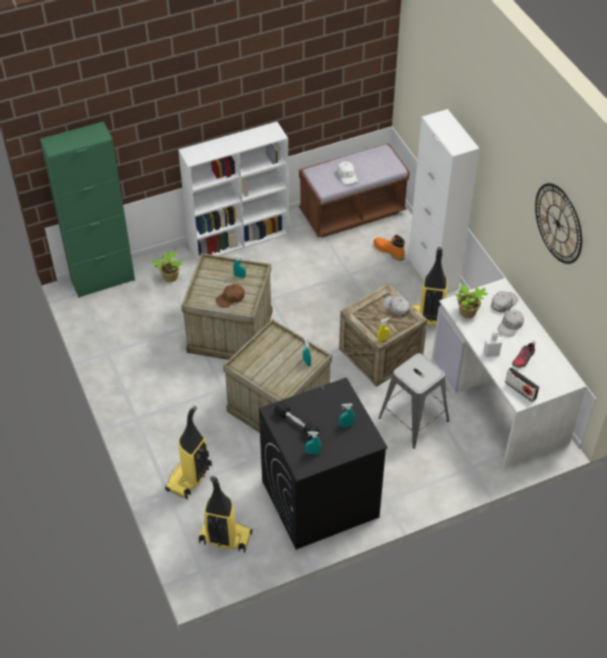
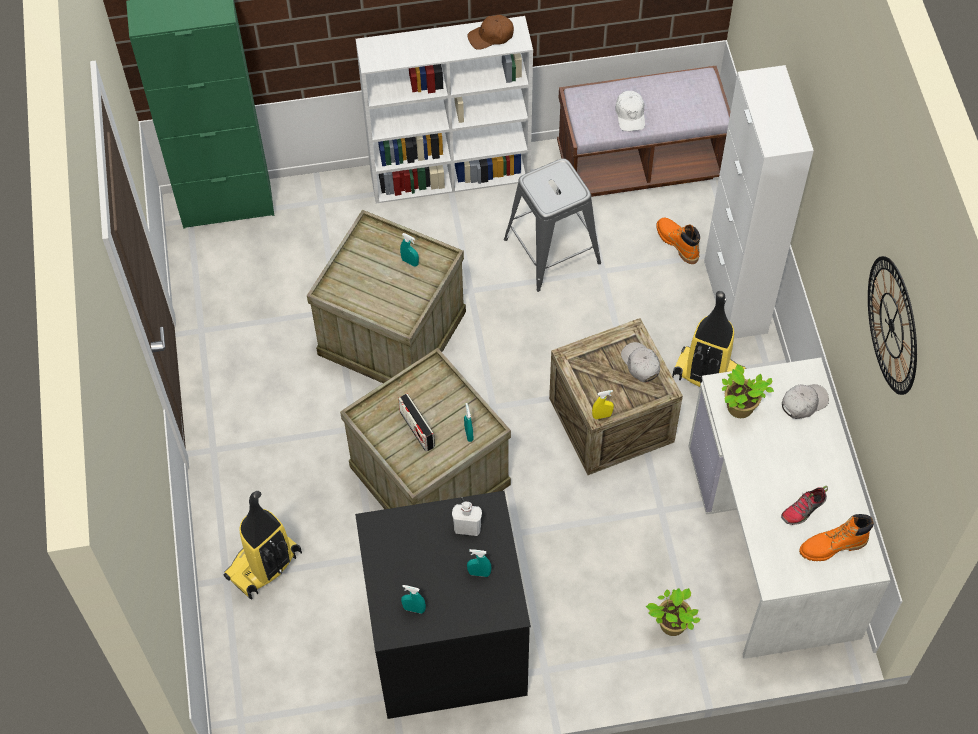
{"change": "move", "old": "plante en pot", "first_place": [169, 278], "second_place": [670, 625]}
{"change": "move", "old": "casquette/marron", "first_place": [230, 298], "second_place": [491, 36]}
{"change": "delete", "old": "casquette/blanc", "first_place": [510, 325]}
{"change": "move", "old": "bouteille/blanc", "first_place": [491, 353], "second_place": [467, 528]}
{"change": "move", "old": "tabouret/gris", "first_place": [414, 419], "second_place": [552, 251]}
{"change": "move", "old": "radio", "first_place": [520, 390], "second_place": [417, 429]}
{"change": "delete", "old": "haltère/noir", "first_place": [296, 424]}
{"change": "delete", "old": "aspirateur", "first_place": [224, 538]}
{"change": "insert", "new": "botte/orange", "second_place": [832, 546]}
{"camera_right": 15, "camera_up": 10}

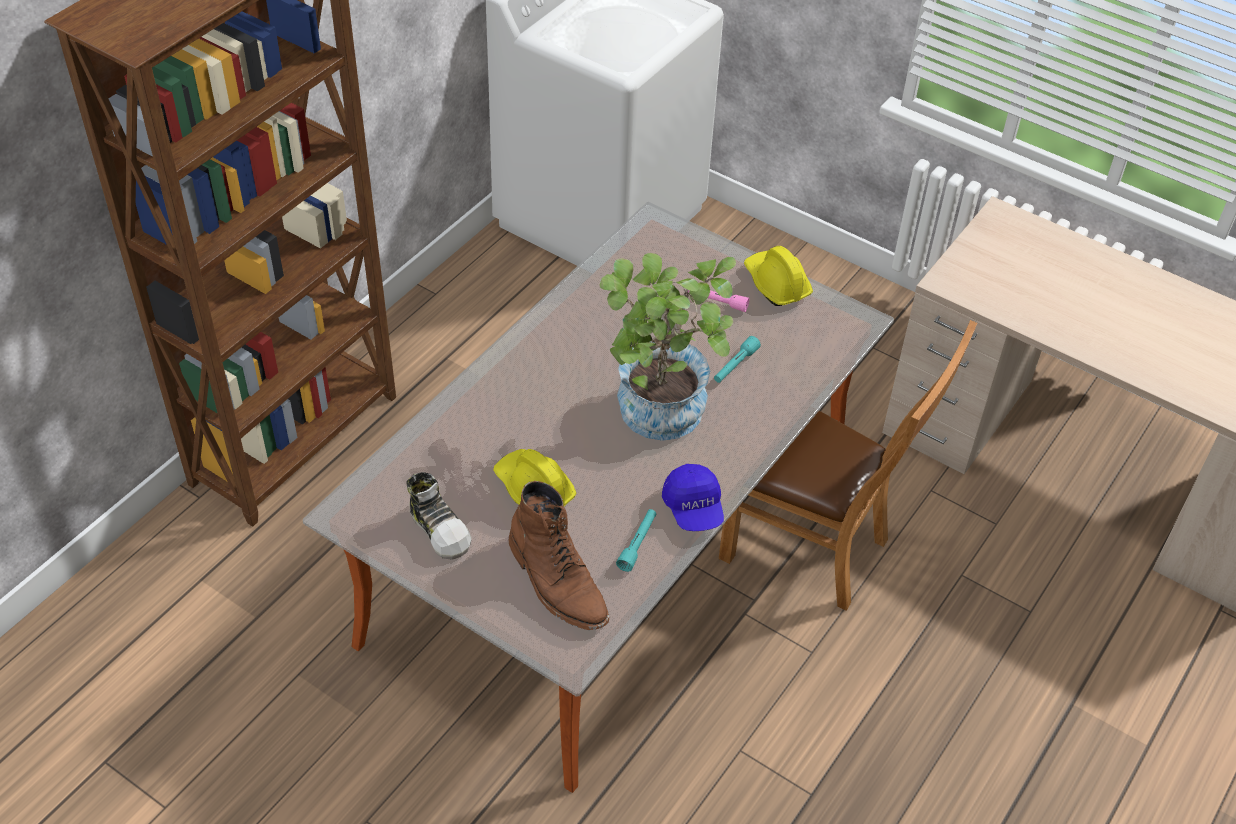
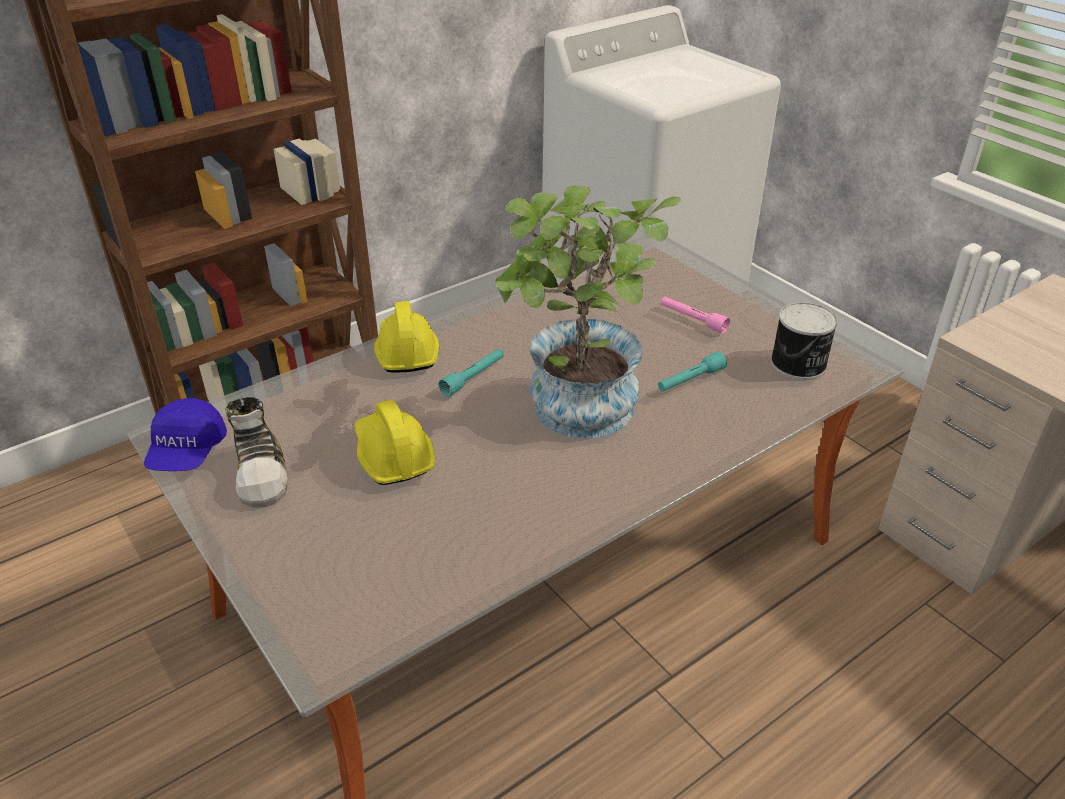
{"change": "move", "old": "casque de chantier/jaune", "first_place": [776, 284], "second_place": [406, 351]}
{"change": "delete", "old": "chaise/marron", "first_place": [814, 550]}
{"change": "move", "old": "casquette/bleu", "first_place": [693, 508], "second_place": [187, 452]}
{"change": "delete", "old": "botte/marron", "first_place": [557, 581]}
{"change": "move", "old": "lampe de poche/turquoise", "first_place": [638, 544], "second_place": [473, 377]}
{"change": "insert", "new": "boîte métallique", "second_place": [799, 364]}
{"camera_right": 20, "camera_up": -10}

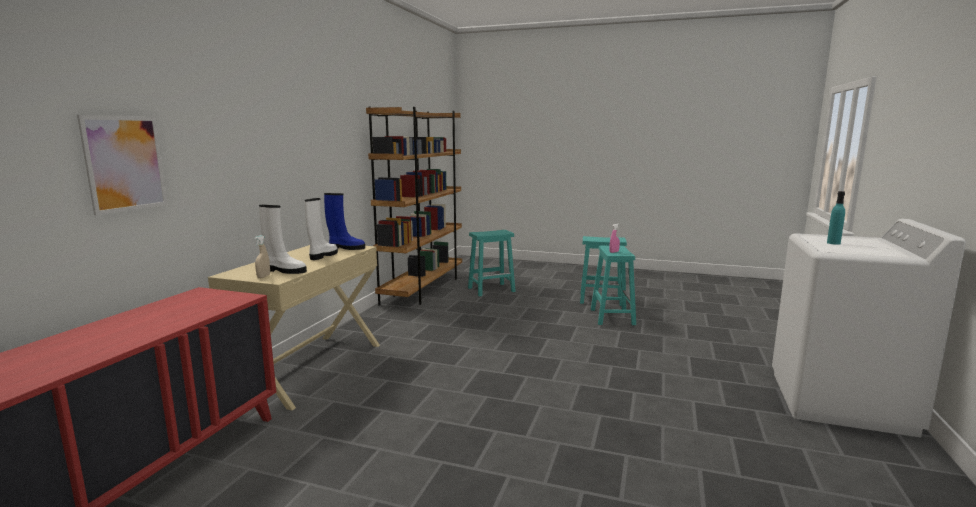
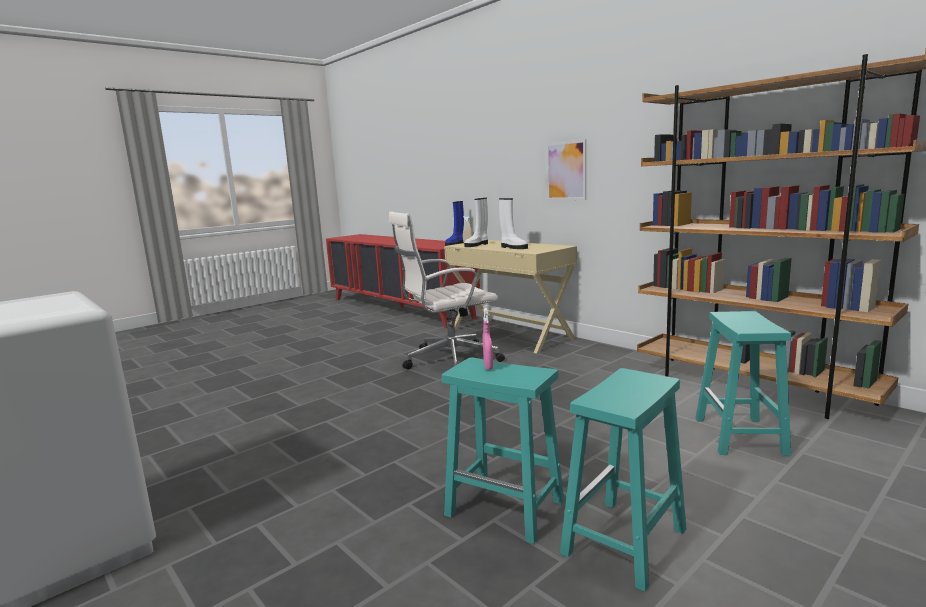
{"change": "move", "old": "tableau", "first_place": [125, 163], "second_place": [566, 171]}
{"change": "delete", "old": "bouteille/turquoise", "first_place": [833, 243]}
{"change": "move", "old": "botte/bleu", "first_place": [346, 248], "second_place": [455, 244]}
{"change": "insert", "new": "chaise de bureau/blanc", "second_place": [449, 360]}
{"camera_right": 120, "camera_up": 0}

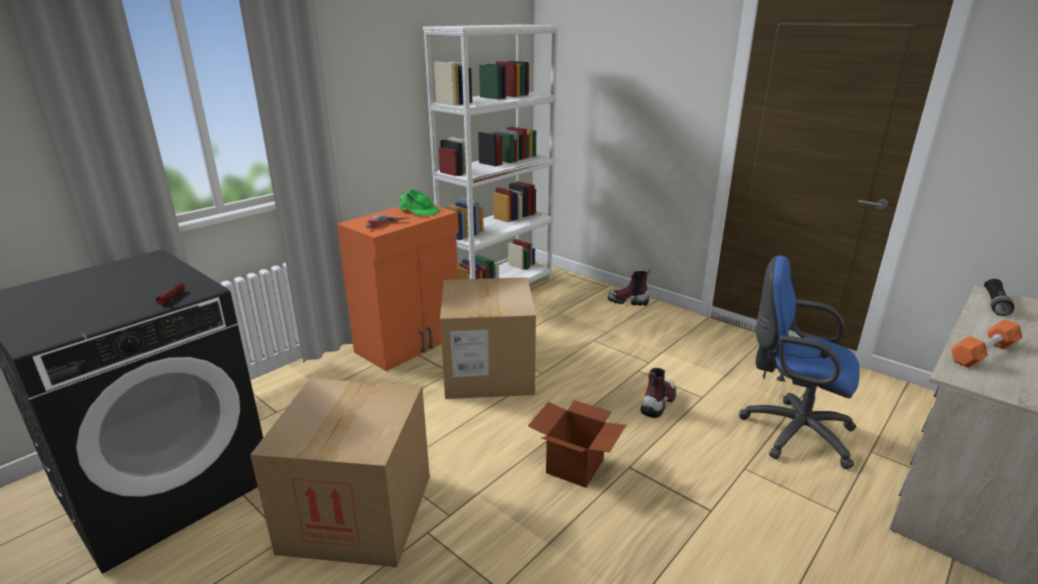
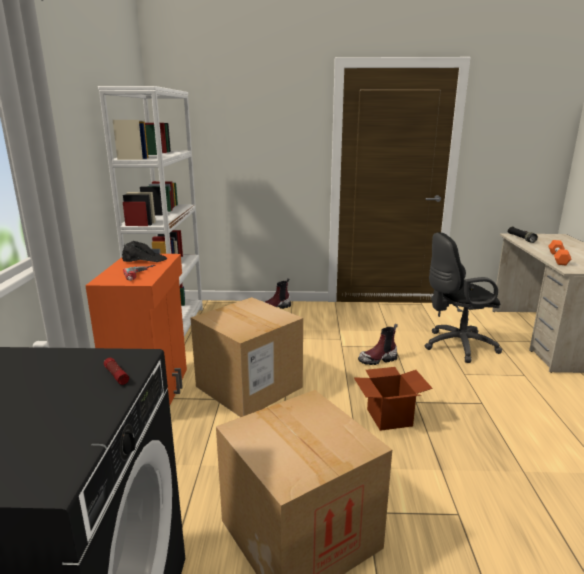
{"change": "recolor", "old": "casquette/vert", "new": "casquette/noir", "first_place": [419, 210], "second_place": [144, 259]}
{"change": "recolor", "old": "chaise de bureau/bleu", "new": "chaise de bureau/noir", "first_place": [791, 431], "second_place": [456, 346]}
{"change": "rotate", "old": "botte", "first_place": [657, 402], "second_place": [378, 359], "degrees": -105}
{"camera_right": -40, "camera_up": -5}

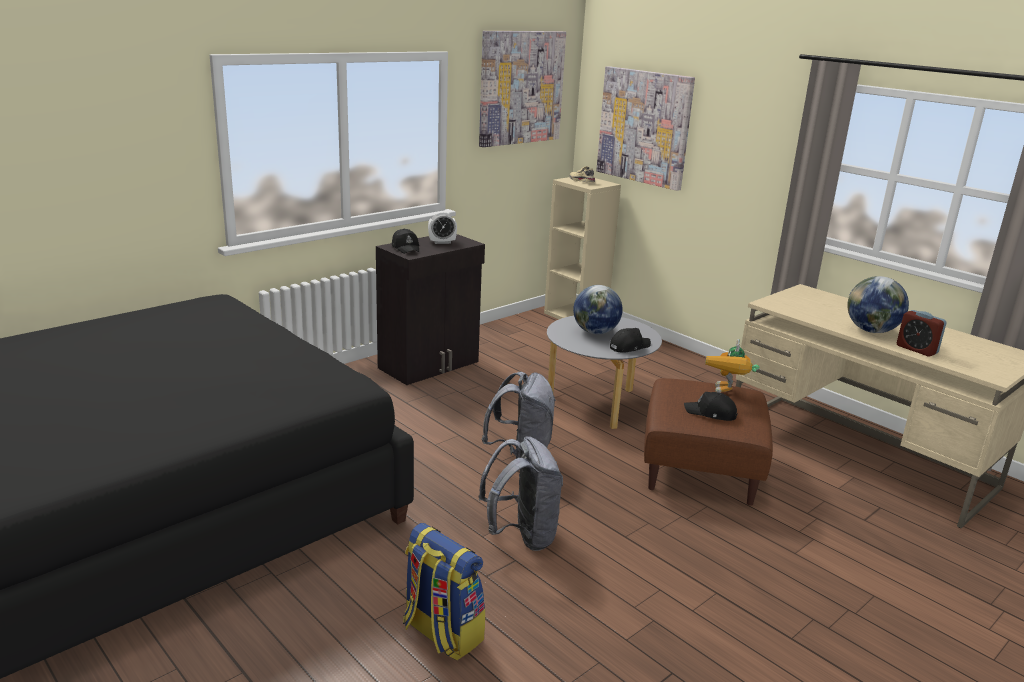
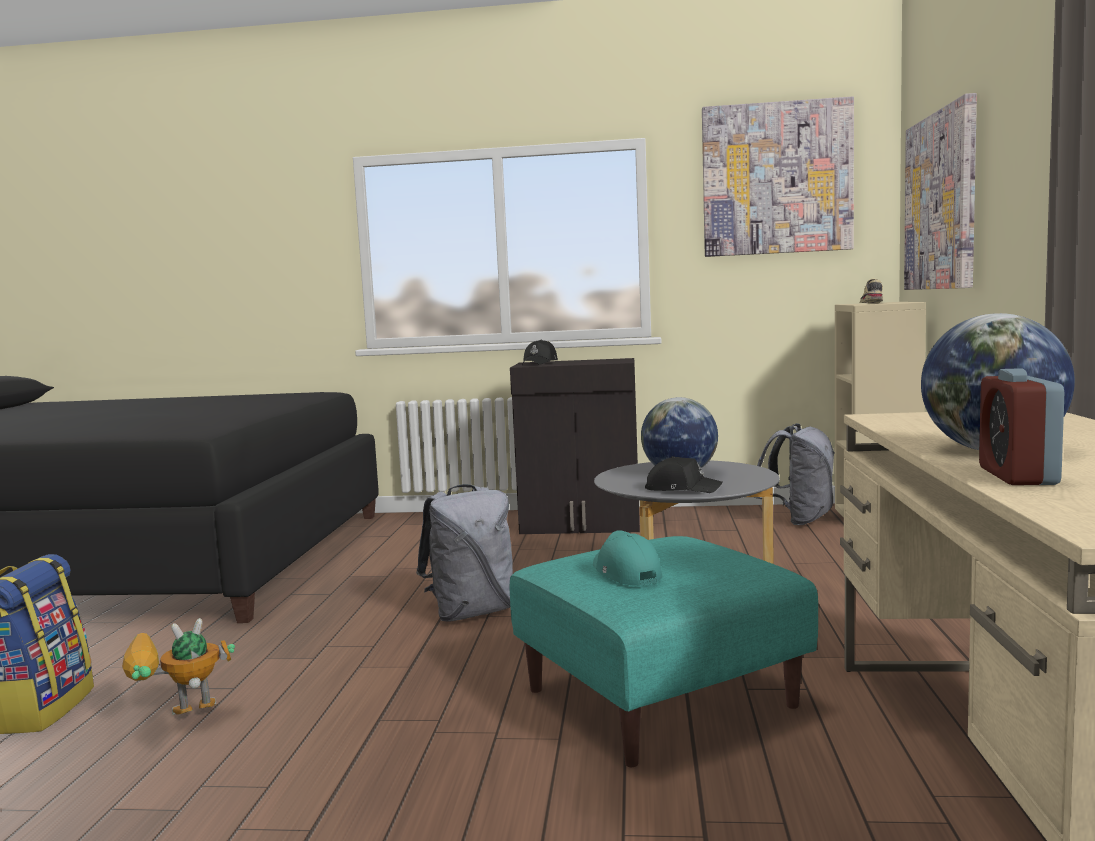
{"change": "delete", "old": "réveil", "first_place": [442, 242]}
{"change": "move", "old": "robot jouet", "first_place": [727, 394], "second_place": [177, 721]}
{"change": "recolor", "old": "pouf/marron", "new": "pouf/turquoise", "first_place": [701, 469], "second_place": [660, 699]}
{"change": "recolor", "old": "casquette/noir", "new": "casquette/turquoise", "first_place": [711, 413], "second_place": [625, 573]}
{"change": "move", "old": "sac à dos/gris", "first_place": [522, 536], "second_place": [798, 520]}
{"camera_right": 50, "camera_up": -15}

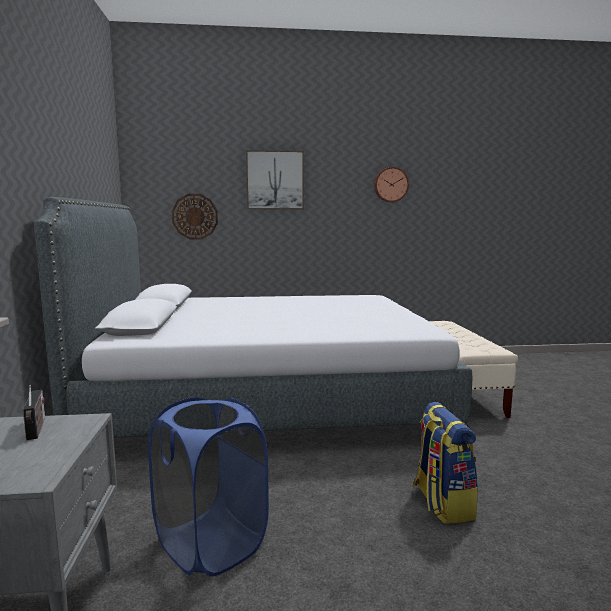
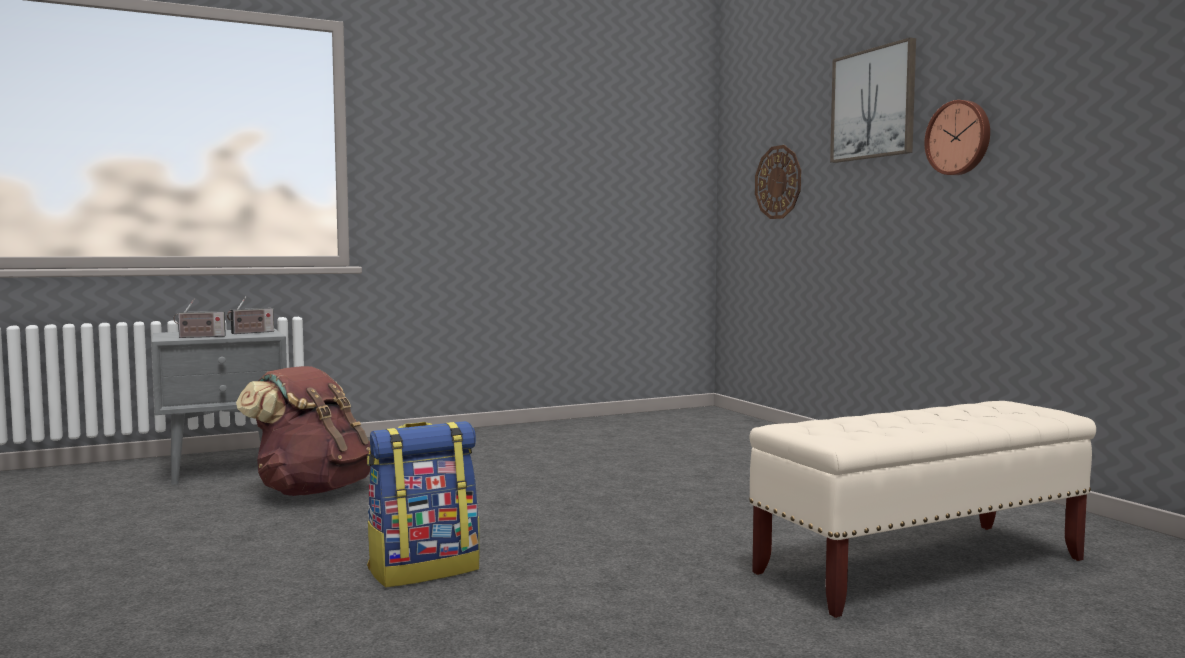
{"change": "move", "old": "horloge murale", "first_place": [390, 184], "second_place": [959, 138]}
{"change": "delete", "old": "lit/gris", "first_place": [266, 400]}
{"change": "replace", "old": "panier à linge/bleu", "new": "sac à dos/marron", "first_place": [210, 543], "second_place": [312, 491]}
{"change": "insert", "new": "radio", "second_place": [200, 337]}
{"camera_right": 70, "camera_up": -5}

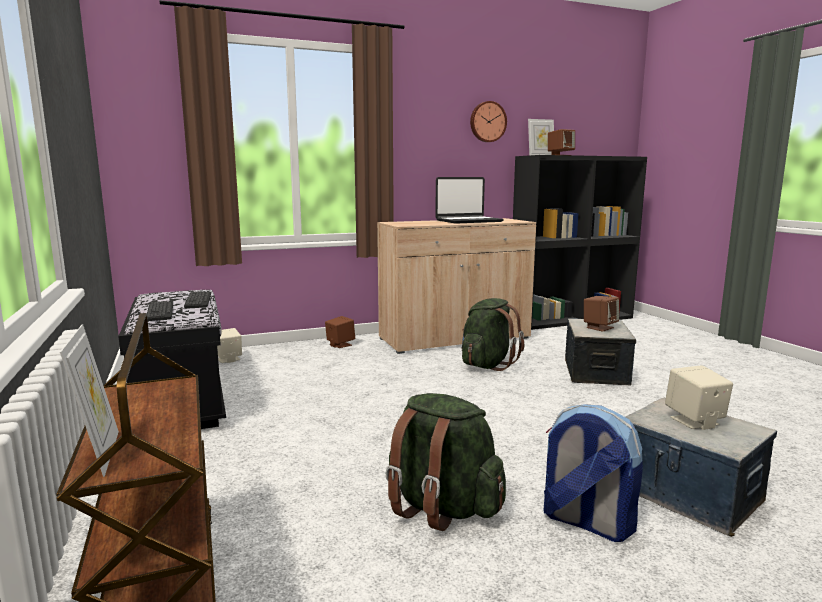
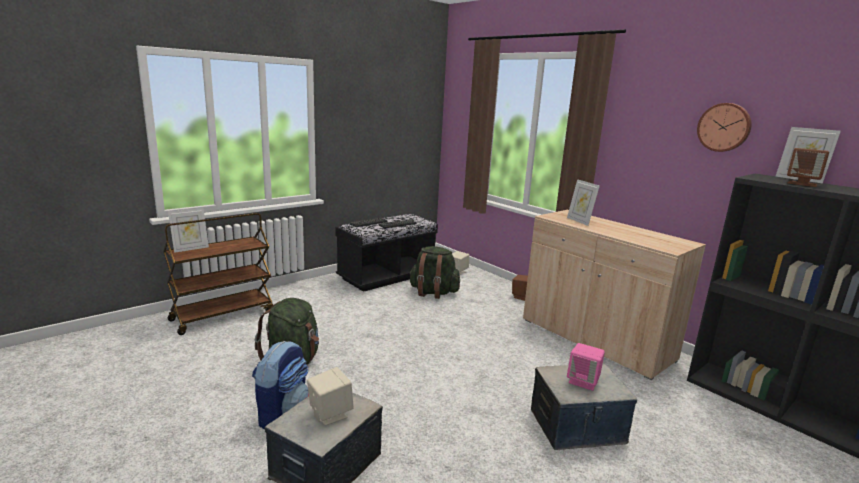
{"change": "delete", "old": "ordinateur portable", "first_place": [468, 221]}
{"change": "recolor", "old": "enceinte/marron", "new": "enceinte/rose", "first_place": [599, 327], "second_place": [583, 381]}
{"change": "move", "old": "sac à dos/vert", "first_place": [487, 364], "second_place": [433, 293]}
{"change": "insert", "new": "cadre photo", "second_place": [579, 221]}
{"camera_right": 70, "camera_up": 5}

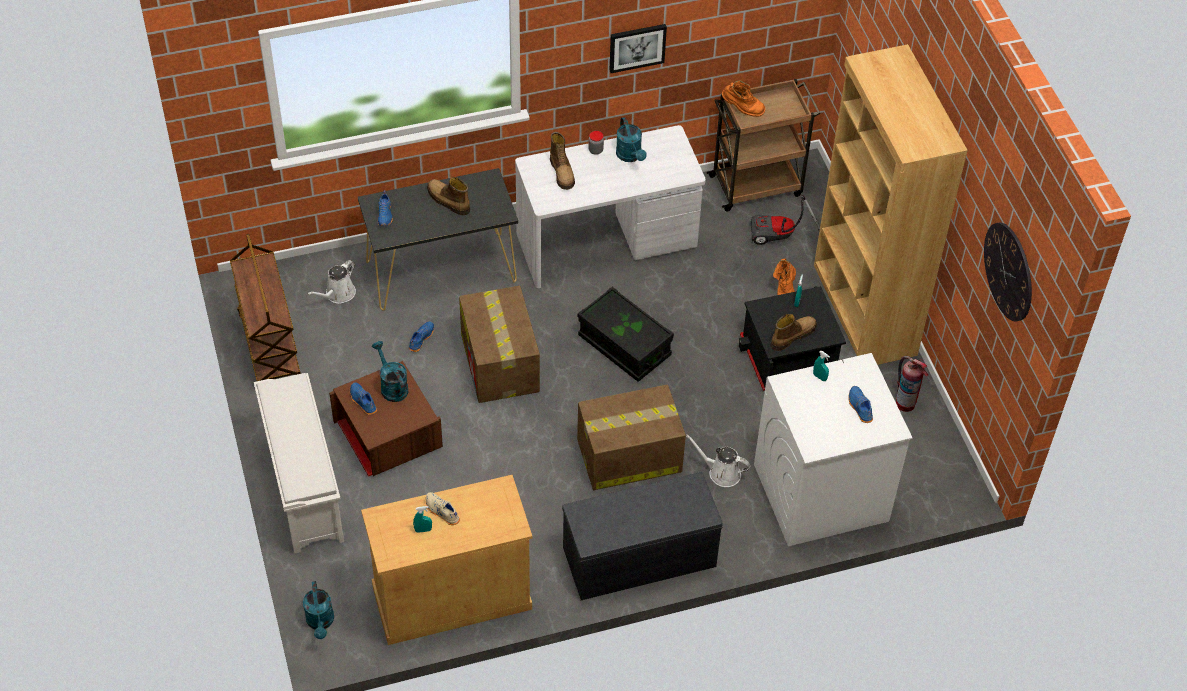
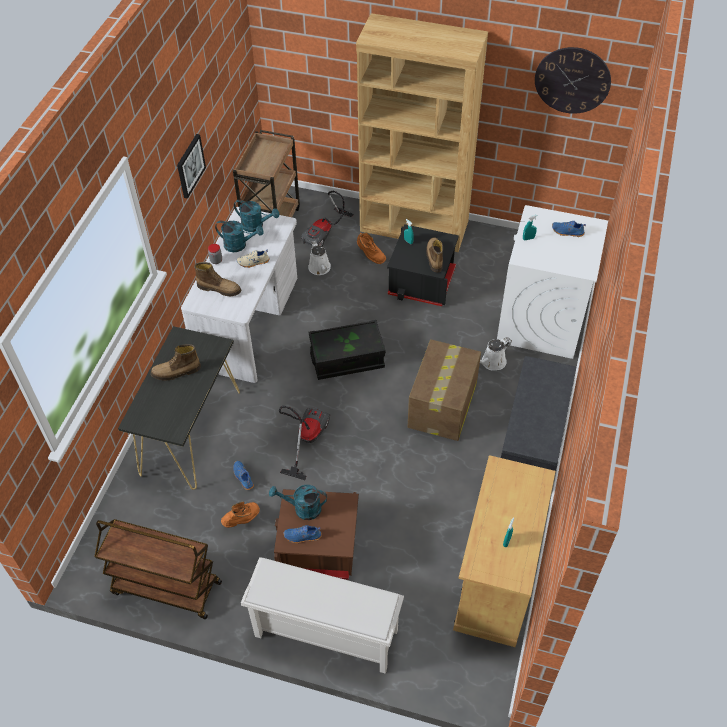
{"change": "move", "old": "botte/orange", "first_place": [742, 109], "second_place": [242, 520]}
{"change": "delete", "old": "chaussure/bleu", "first_place": [385, 215]}
{"change": "move", "old": "arrosoir/blanc", "first_place": [338, 294], "second_place": [320, 269]}
{"change": "replace", "old": "carton", "new": "aspirateur", "first_place": [500, 364], "second_place": [306, 439]}
{"change": "delete", "old": "extincteur", "first_place": [905, 403]}
{"change": "move", "old": "chaussure/beige", "first_place": [441, 512], "second_place": [253, 262]}
{"change": "move", "old": "arrosoir/turquoise", "first_place": [320, 622], "second_place": [256, 226]}
{"camera_right": -55, "camera_up": 0}

